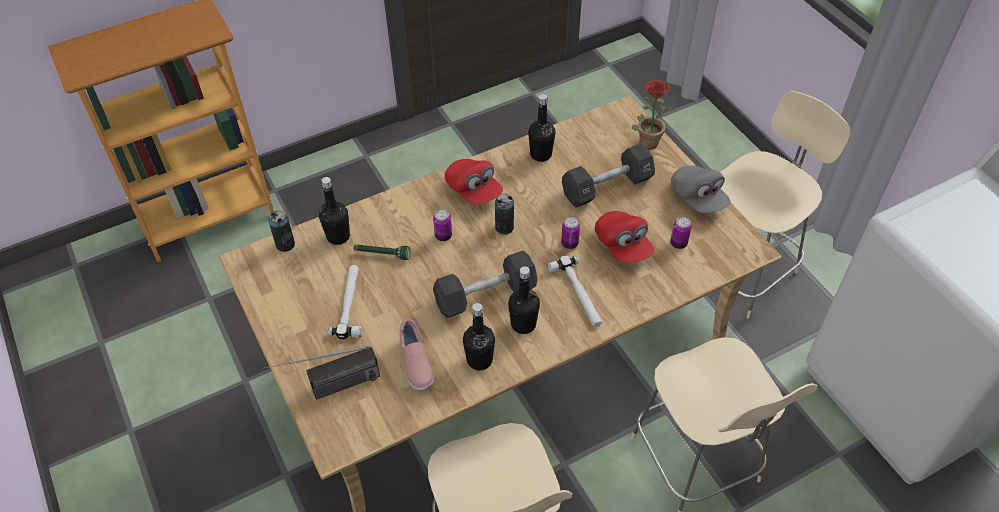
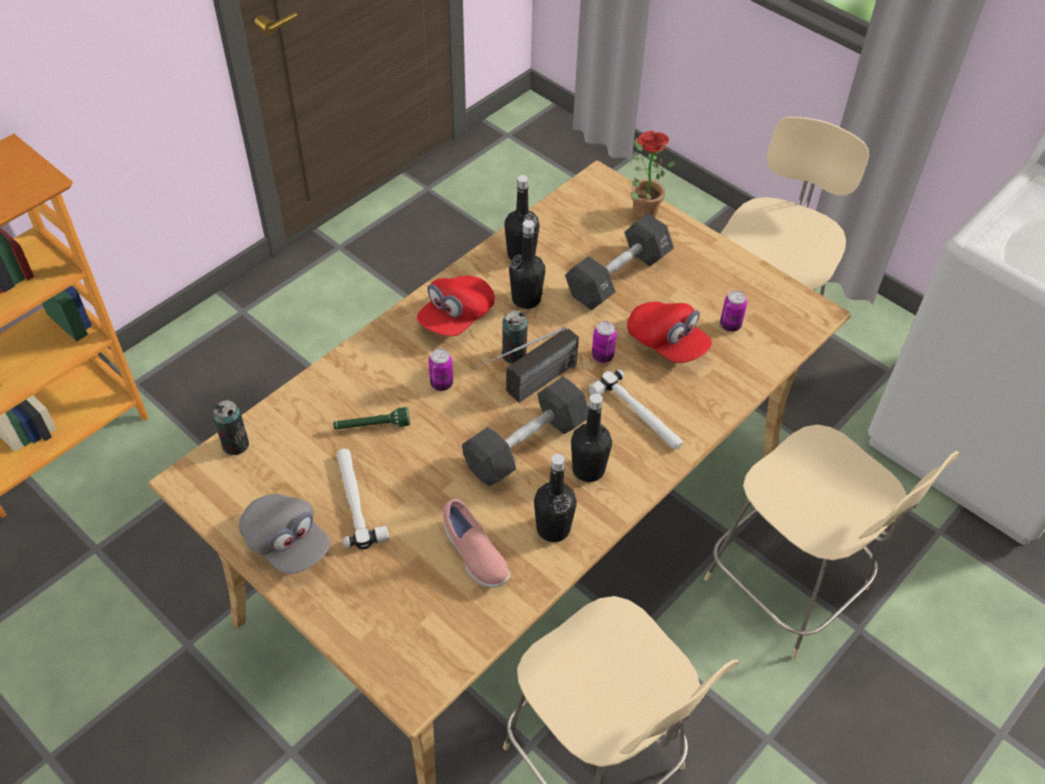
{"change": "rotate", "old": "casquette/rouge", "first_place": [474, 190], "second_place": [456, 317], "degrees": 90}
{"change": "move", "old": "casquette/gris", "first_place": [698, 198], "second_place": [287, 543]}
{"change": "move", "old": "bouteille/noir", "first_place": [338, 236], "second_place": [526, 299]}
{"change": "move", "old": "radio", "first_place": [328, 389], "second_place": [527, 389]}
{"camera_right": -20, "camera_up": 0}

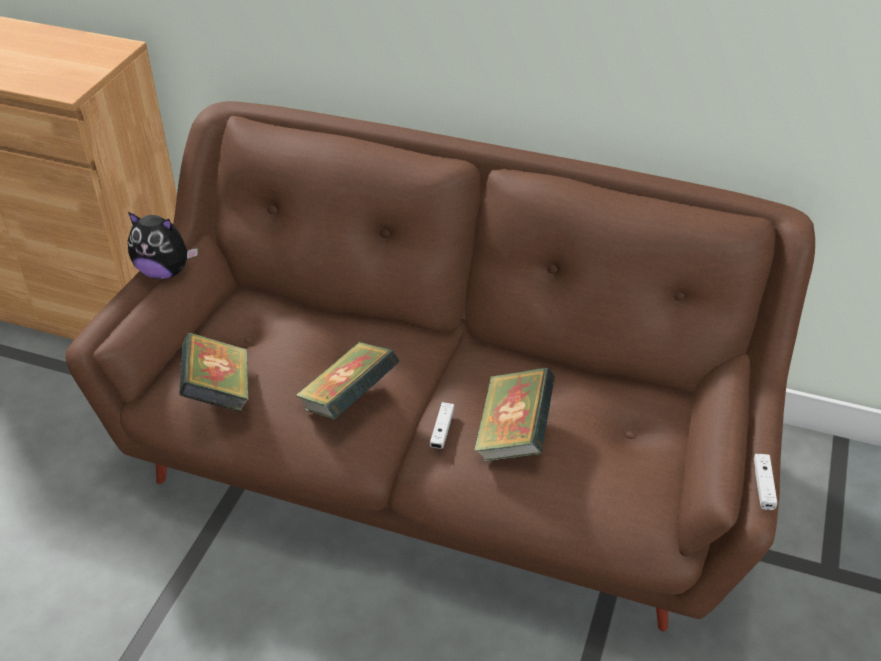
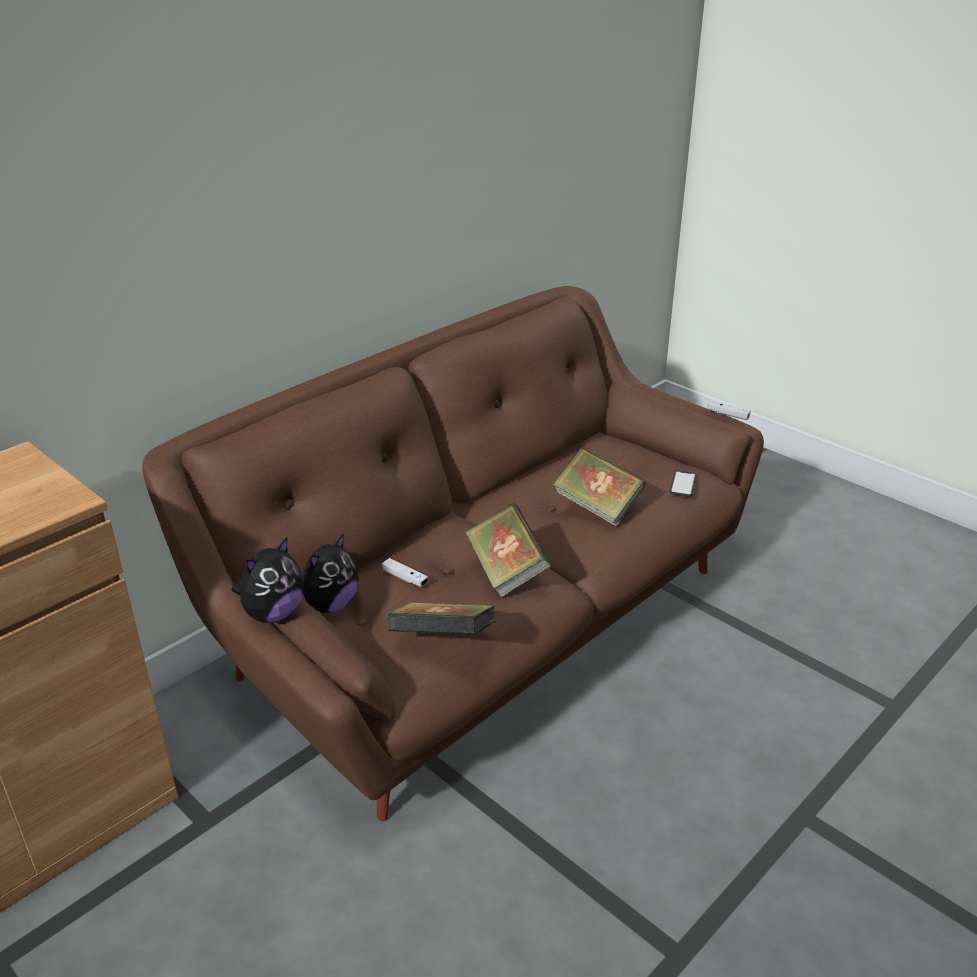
{"change": "move", "old": "manette/blanc", "first_place": [442, 430], "second_place": [405, 578]}
{"change": "insert", "new": "téléphone", "second_place": [683, 484]}
{"change": "insert", "new": "peluche", "second_place": [330, 604]}
{"camera_right": -65, "camera_up": -10}

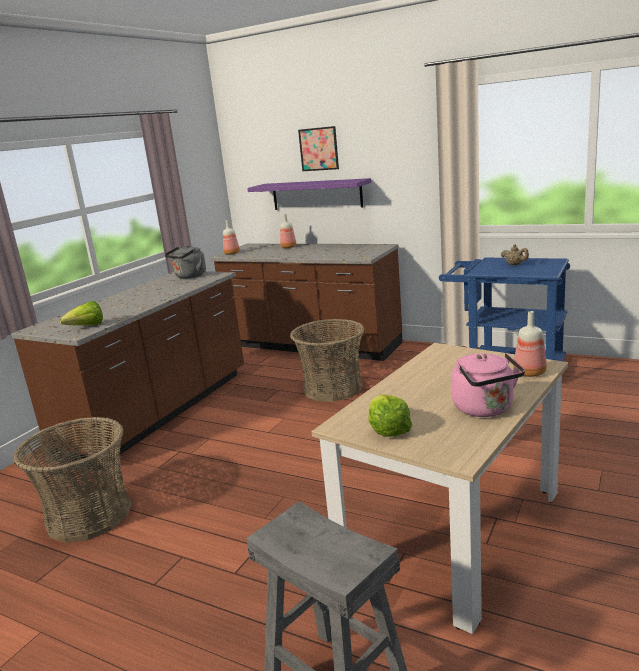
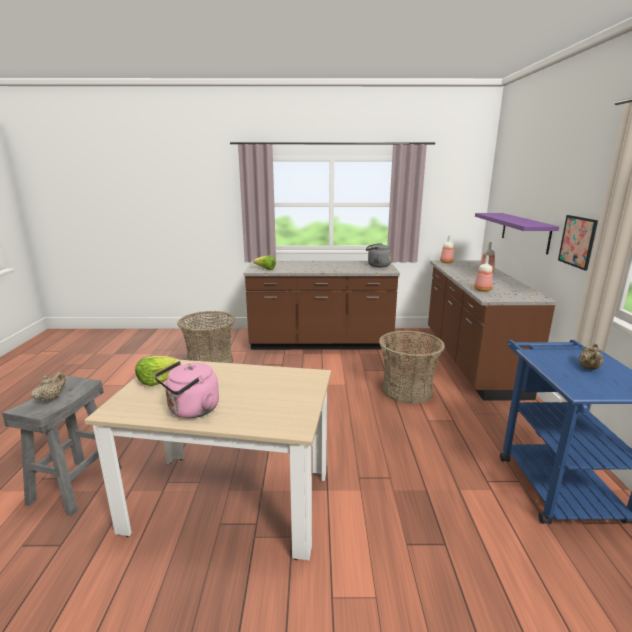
{"change": "move", "old": "tableau", "first_place": [318, 149], "second_place": [577, 241]}
{"change": "move", "old": "bouteille", "first_place": [529, 373], "second_place": [482, 290]}
{"change": "insert", "new": "théière/beige", "second_place": [51, 399]}
{"camera_right": 60, "camera_up": 0}

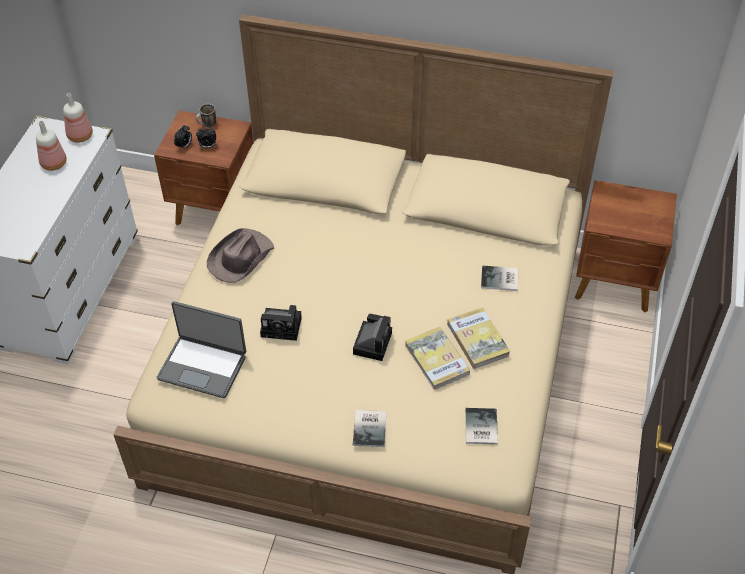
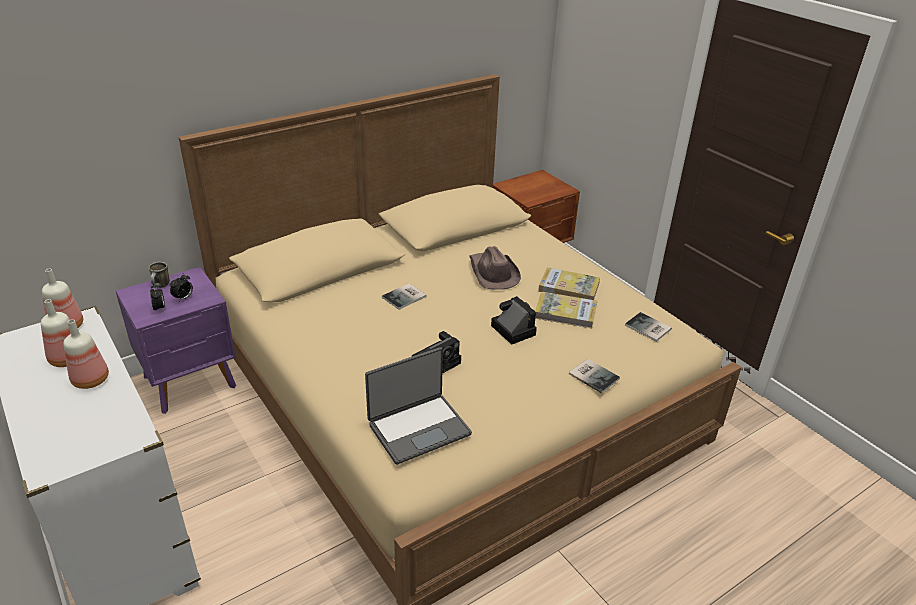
{"change": "recolor", "old": "table de chevet/marron", "new": "table de chevet/violet", "first_place": [217, 211], "second_place": [191, 382]}
{"change": "move", "old": "chapeau/marron", "first_place": [240, 258], "second_place": [493, 273]}
{"change": "move", "old": "livre", "first_place": [500, 279], "second_place": [405, 297]}
{"change": "insert", "new": "bouteille", "second_place": [92, 379]}
{"camera_right": -50, "camera_up": -15}

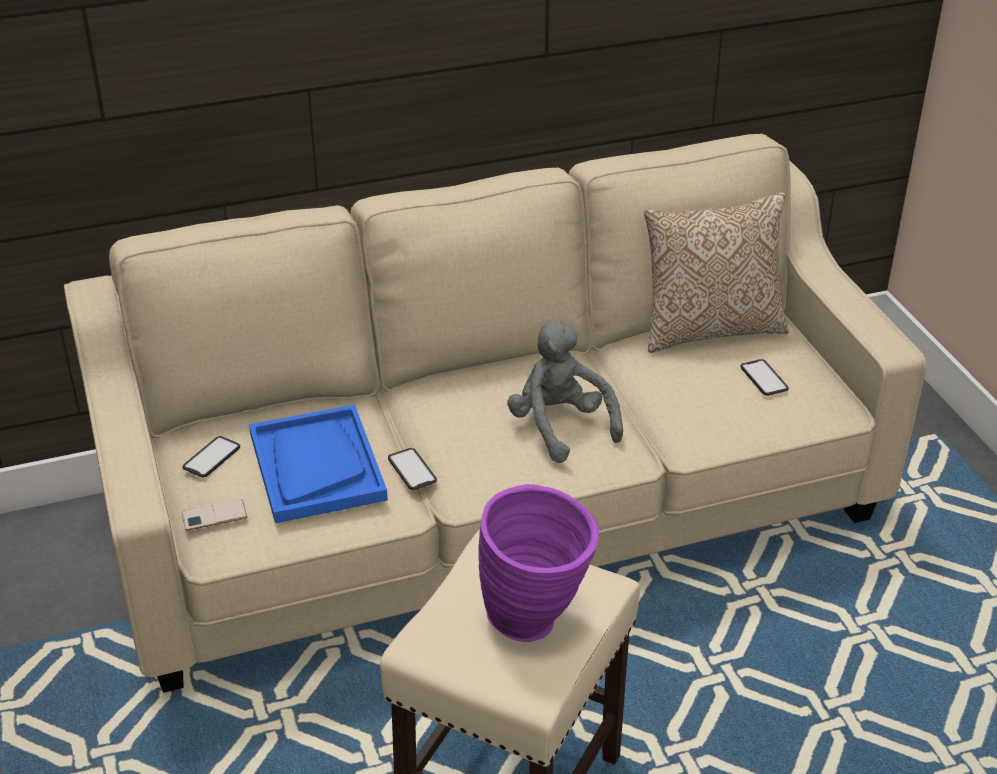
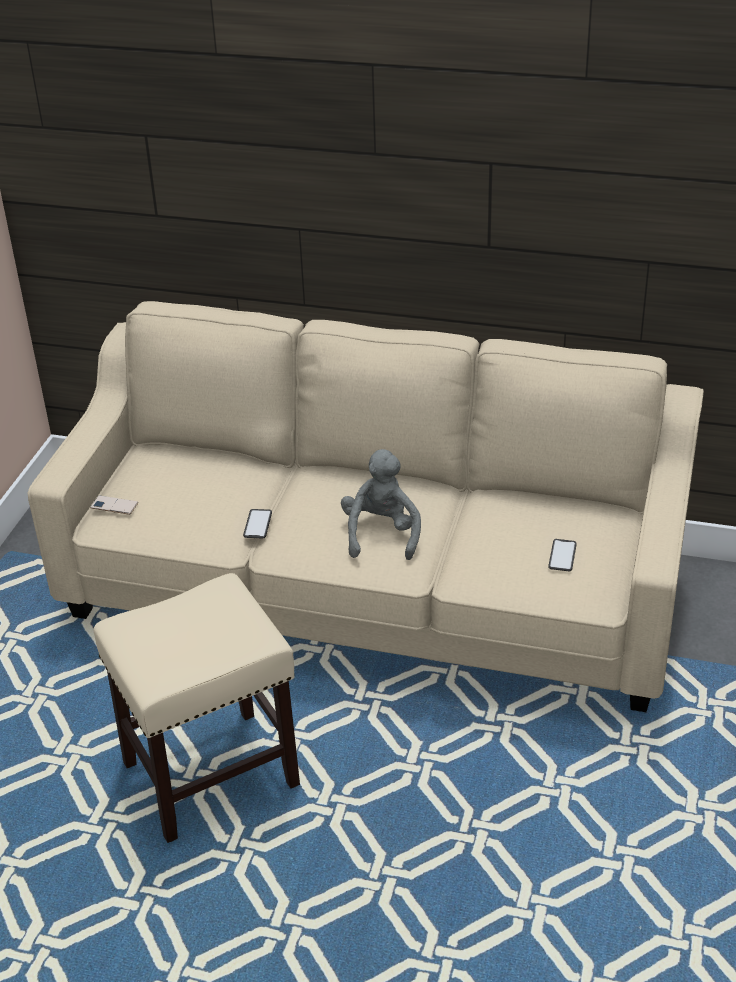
{"change": "delete", "old": "coussin", "first_place": [710, 329]}
{"change": "delete", "old": "plateau/bleu", "first_place": [316, 466]}
{"change": "delete", "old": "téléphone", "first_place": [211, 457]}
{"change": "delete", "old": "vase/violet", "first_place": [537, 623]}
{"camera_right": 35, "camera_up": 0}

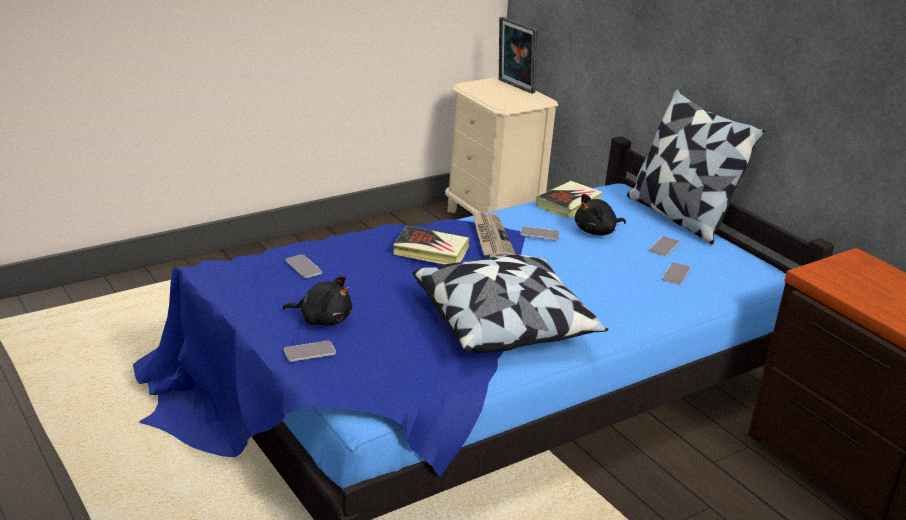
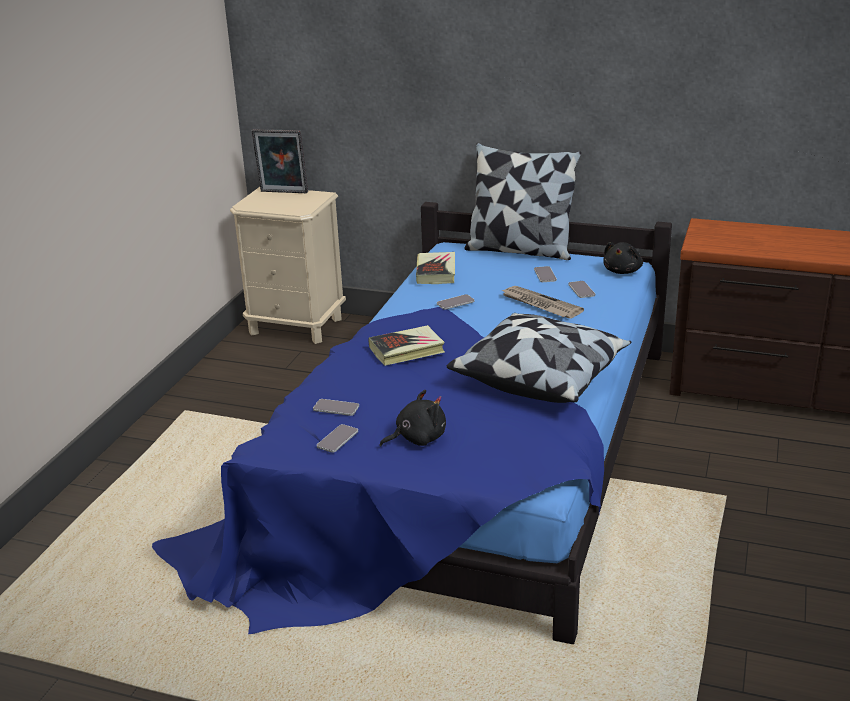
{"change": "move", "old": "peluche/noir", "first_place": [596, 231], "second_place": [623, 271]}
{"change": "move", "old": "journal", "first_place": [491, 238], "second_place": [540, 304]}
{"change": "move", "old": "téléphone", "first_place": [309, 352], "second_place": [337, 439]}
{"camera_right": -35, "camera_up": 0}

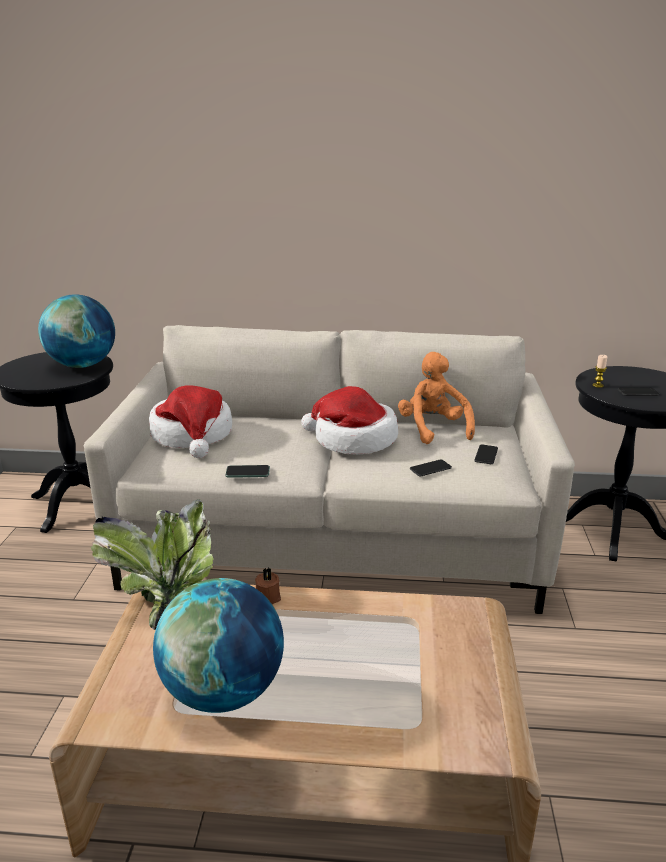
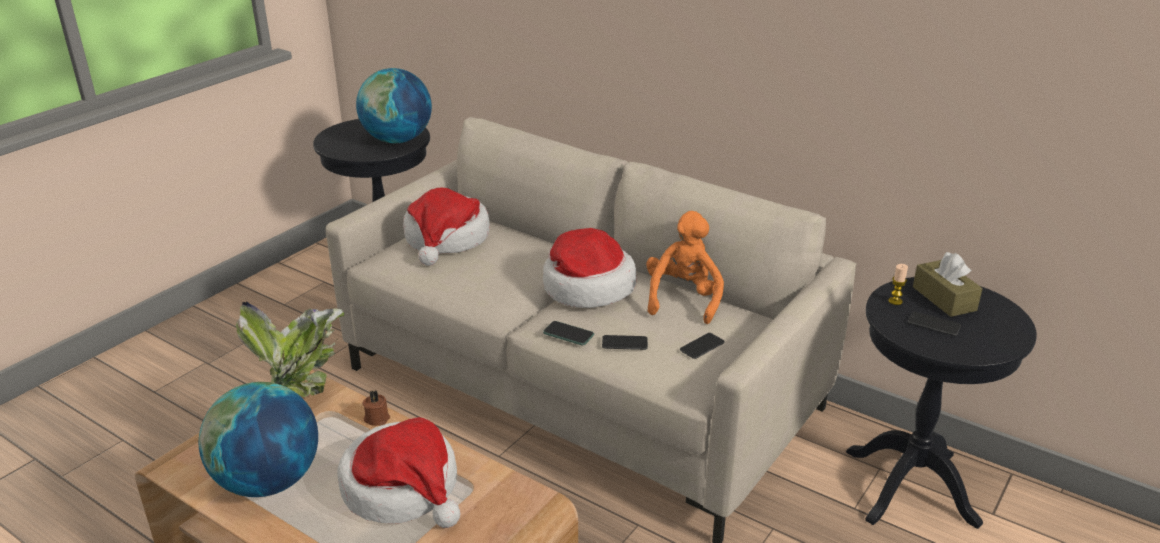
{"change": "move", "old": "téléphone", "first_place": [247, 472], "second_place": [568, 334]}
{"change": "insert", "new": "boîte à mouchoirs/marron", "second_place": [944, 298]}
{"change": "insert", "new": "chapeau", "second_place": [403, 489]}
{"camera_right": 30, "camera_up": 5}

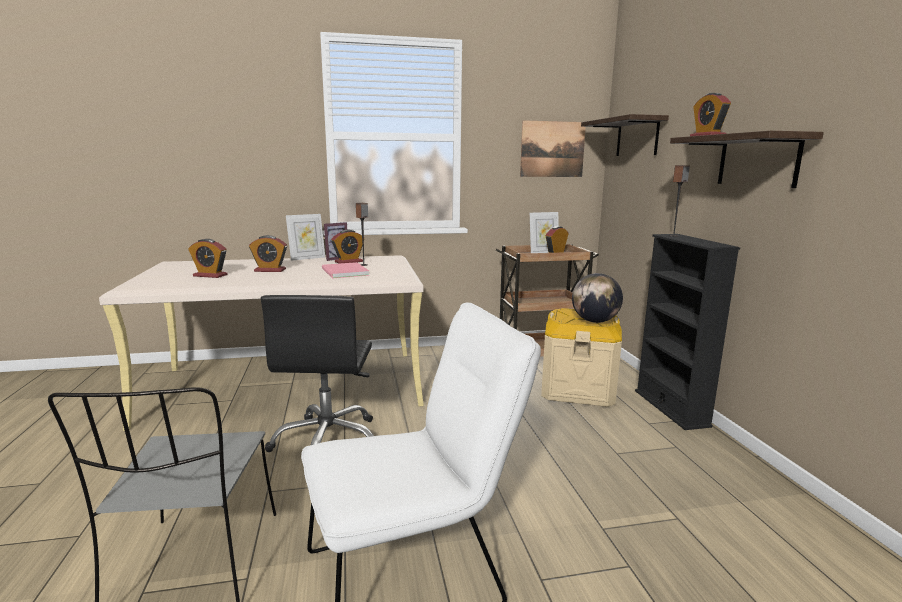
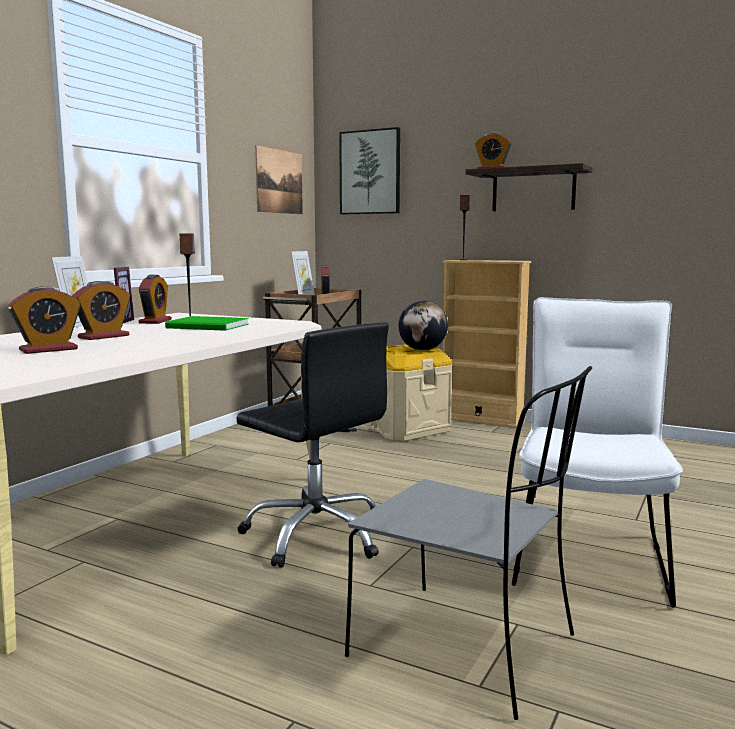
{"change": "replace", "old": "étagère", "new": "tableau", "first_place": [637, 137], "second_place": [370, 172]}
{"change": "recolor", "old": "bibliothèque/noir", "new": "bibliothèque/beige", "first_place": [671, 408], "second_place": [481, 420]}
{"change": "recolor", "old": "livre/rose", "new": "livre/vert", "first_place": [344, 272], "second_place": [209, 326]}
{"camera_right": -50, "camera_up": -5}

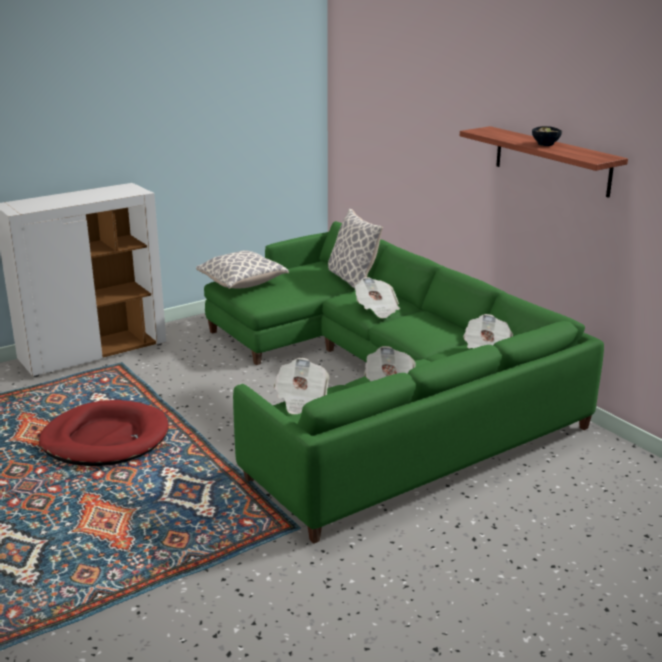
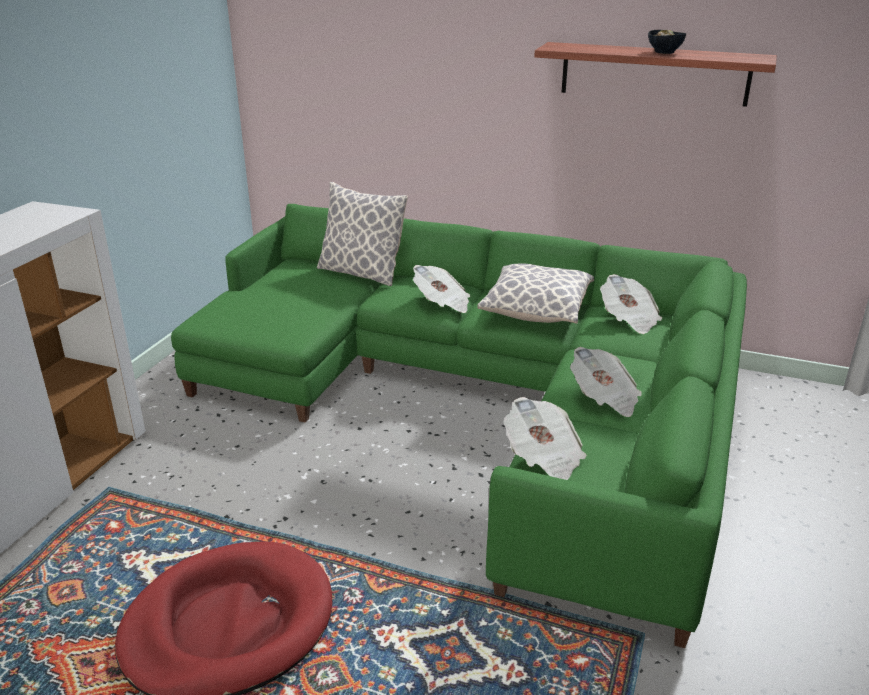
{"change": "move", "old": "coussin", "first_place": [242, 283], "second_place": [536, 311]}
{"camera_right": -35, "camera_up": 5}

